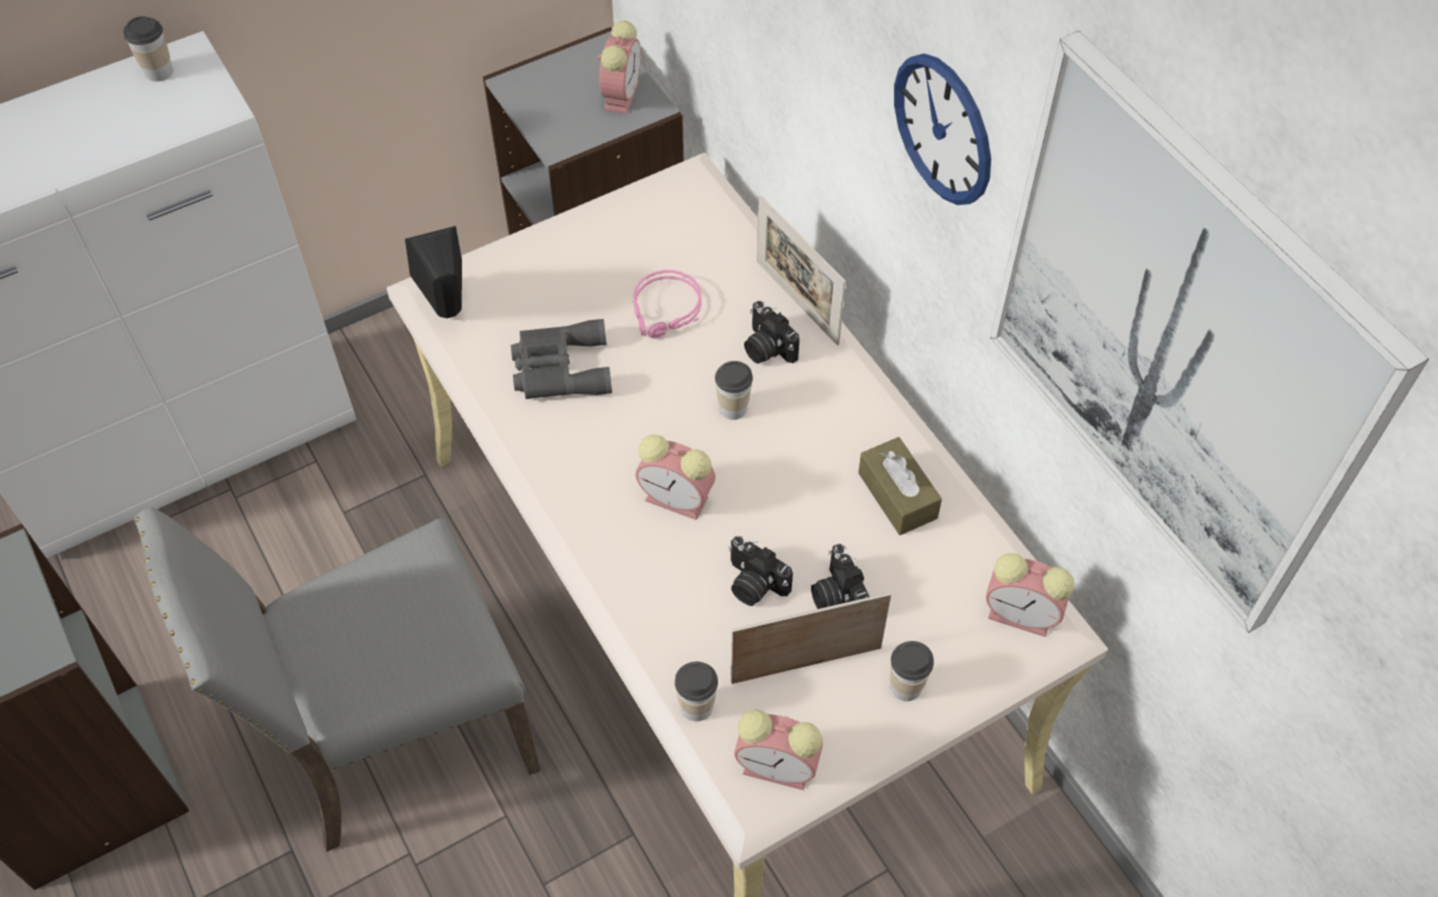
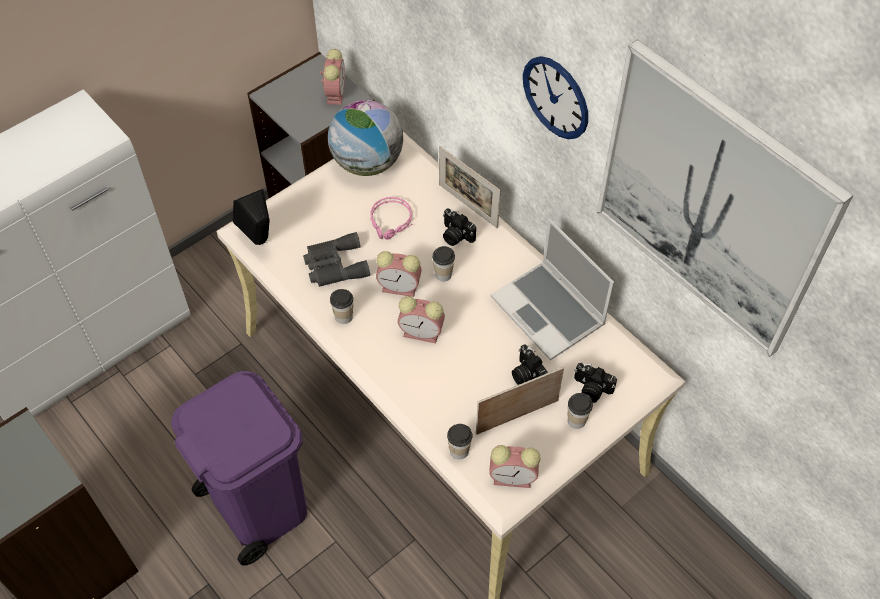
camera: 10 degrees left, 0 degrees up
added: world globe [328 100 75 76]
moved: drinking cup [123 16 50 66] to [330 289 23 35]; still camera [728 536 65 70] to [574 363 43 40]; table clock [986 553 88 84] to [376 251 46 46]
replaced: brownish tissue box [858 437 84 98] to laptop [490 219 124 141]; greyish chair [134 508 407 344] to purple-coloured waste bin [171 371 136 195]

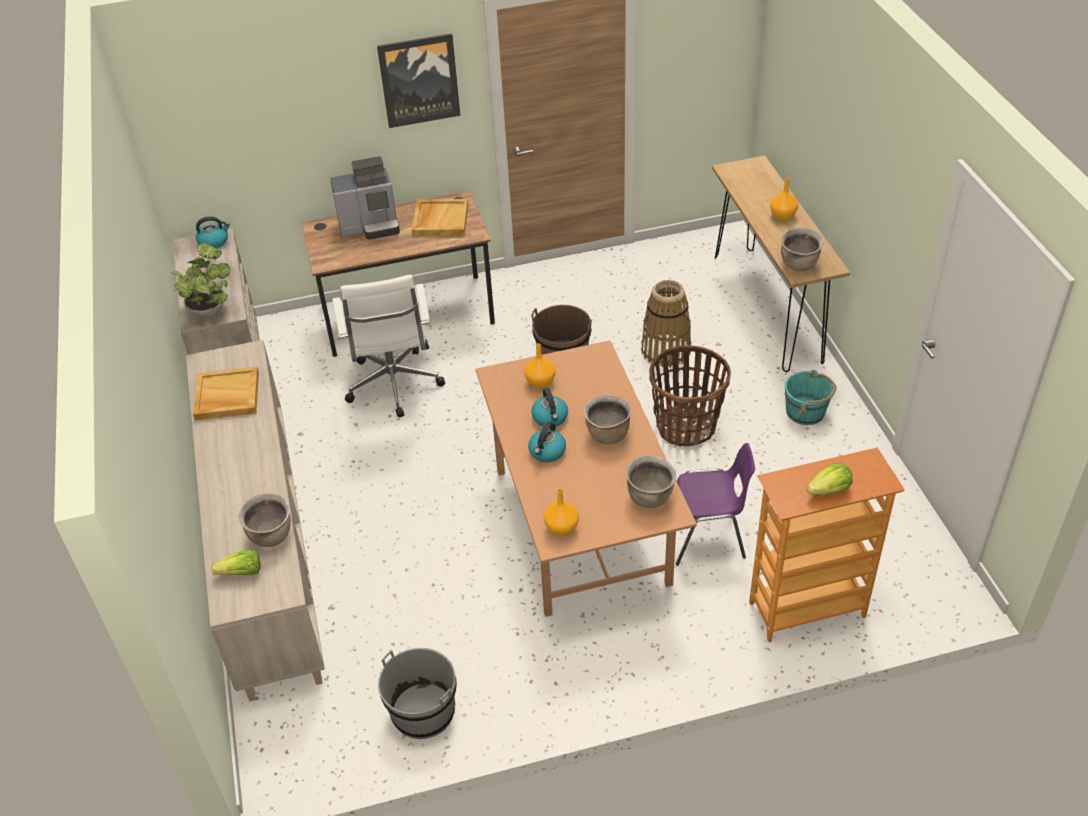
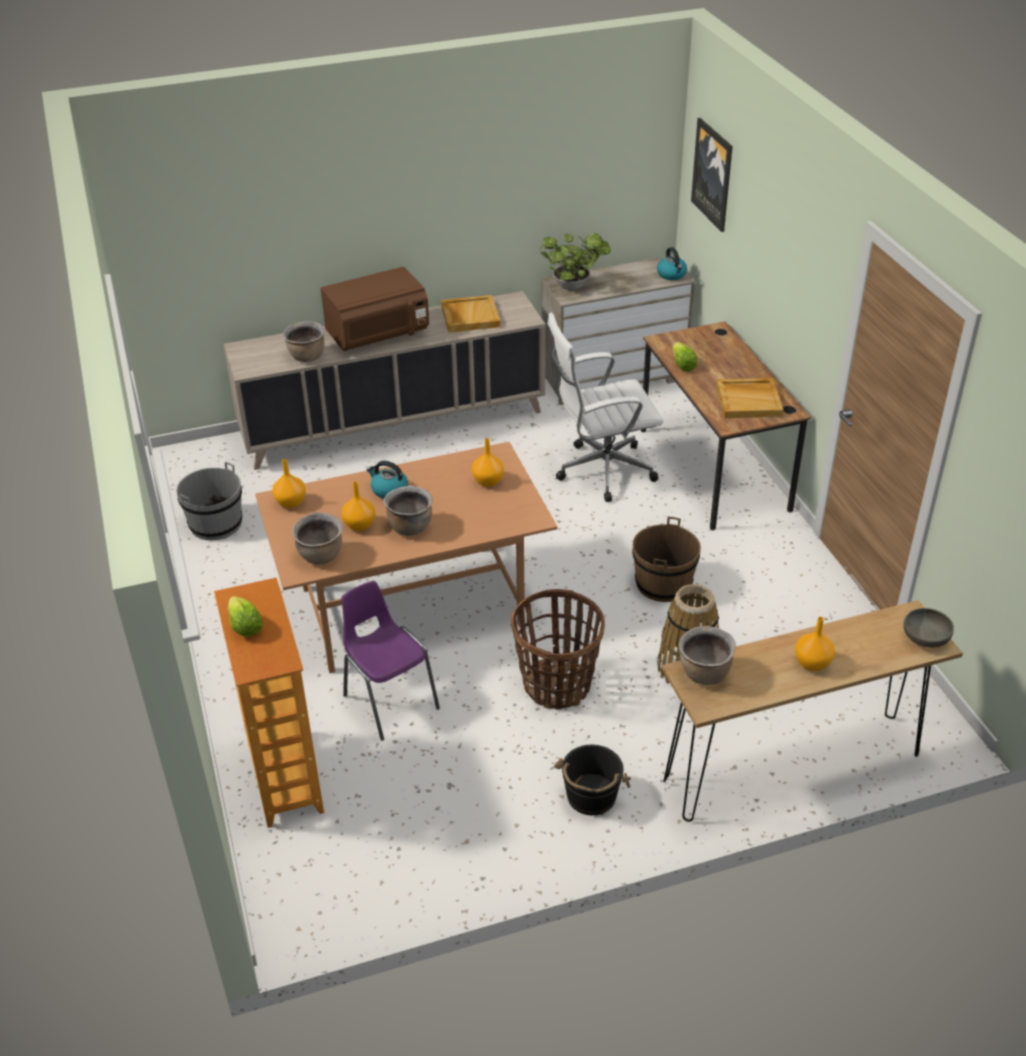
camera: 85 degrees right, 5 degrees down
removed: coffee machine [330 156 70 84]; tea kettle [531 388 37 40]
added: brownish microwave [321 267 108 84]; orange flower vase [342 481 34 50]; greyish deep dish [904 608 50 40]
moved: wall art [377 33 84 95] to [691 118 42 114]; lettuce head [211 549 49 27] to [673 342 24 29]
recoloured: blue-green bucket [785 370 52 55] to black bucket [554 745 77 70]
turned: purple-coloured chair [675 443 80 123] = [341 581 99 160] 150 degrees clockwise

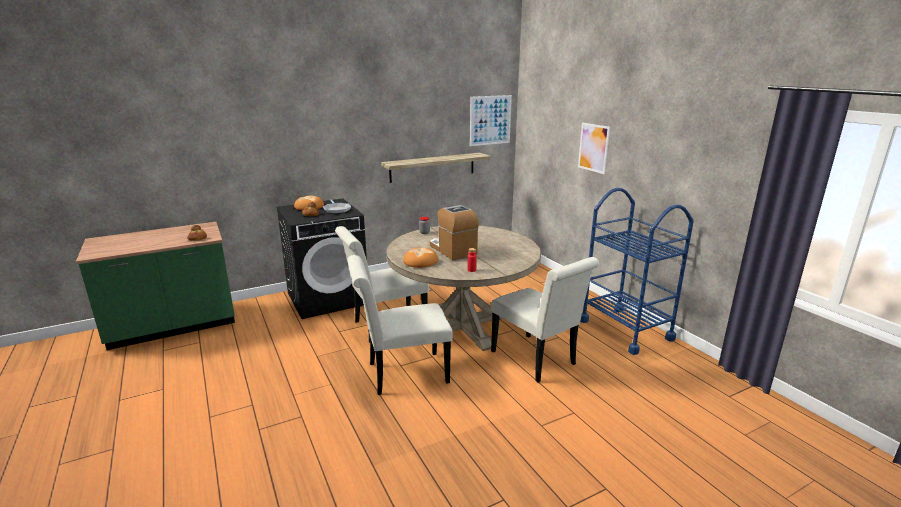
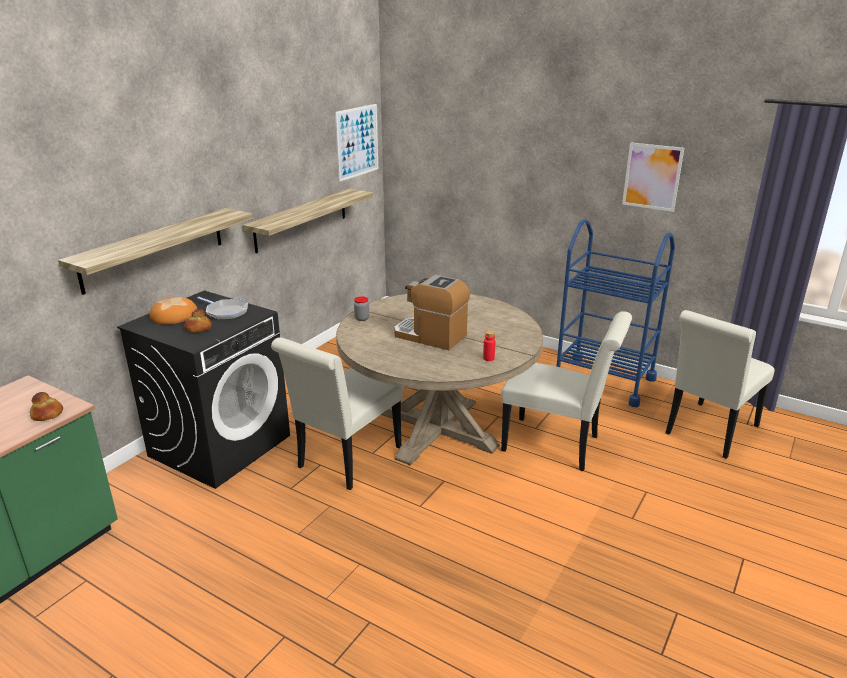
camera: 30 degrees left, 5 degrees up
removed: baked bread [403 248 35 20]
added: shelf [58 208 195 87]
moved: wall art [578 123 32 51] to [622 142 62 70]; white chair [347 255 106 140] to [665 310 110 149]

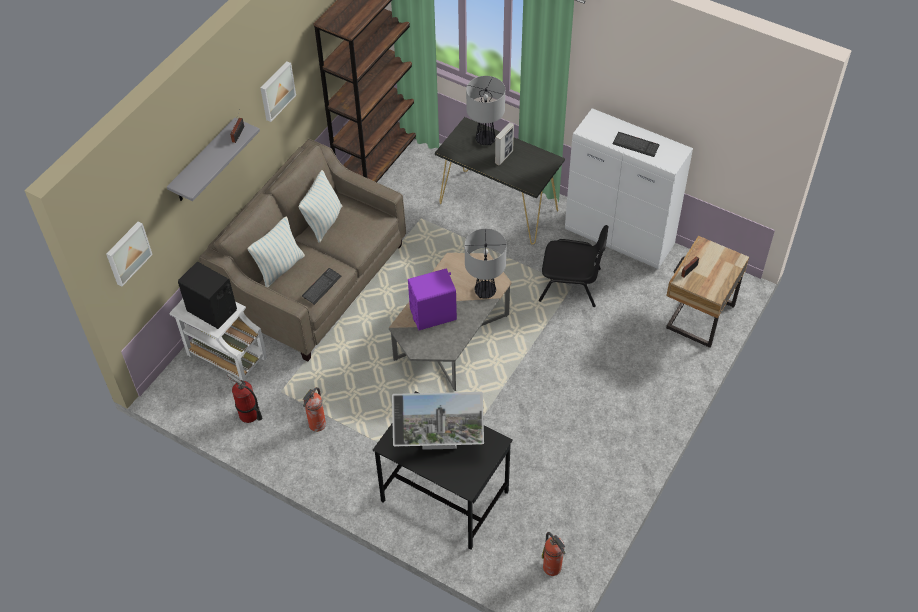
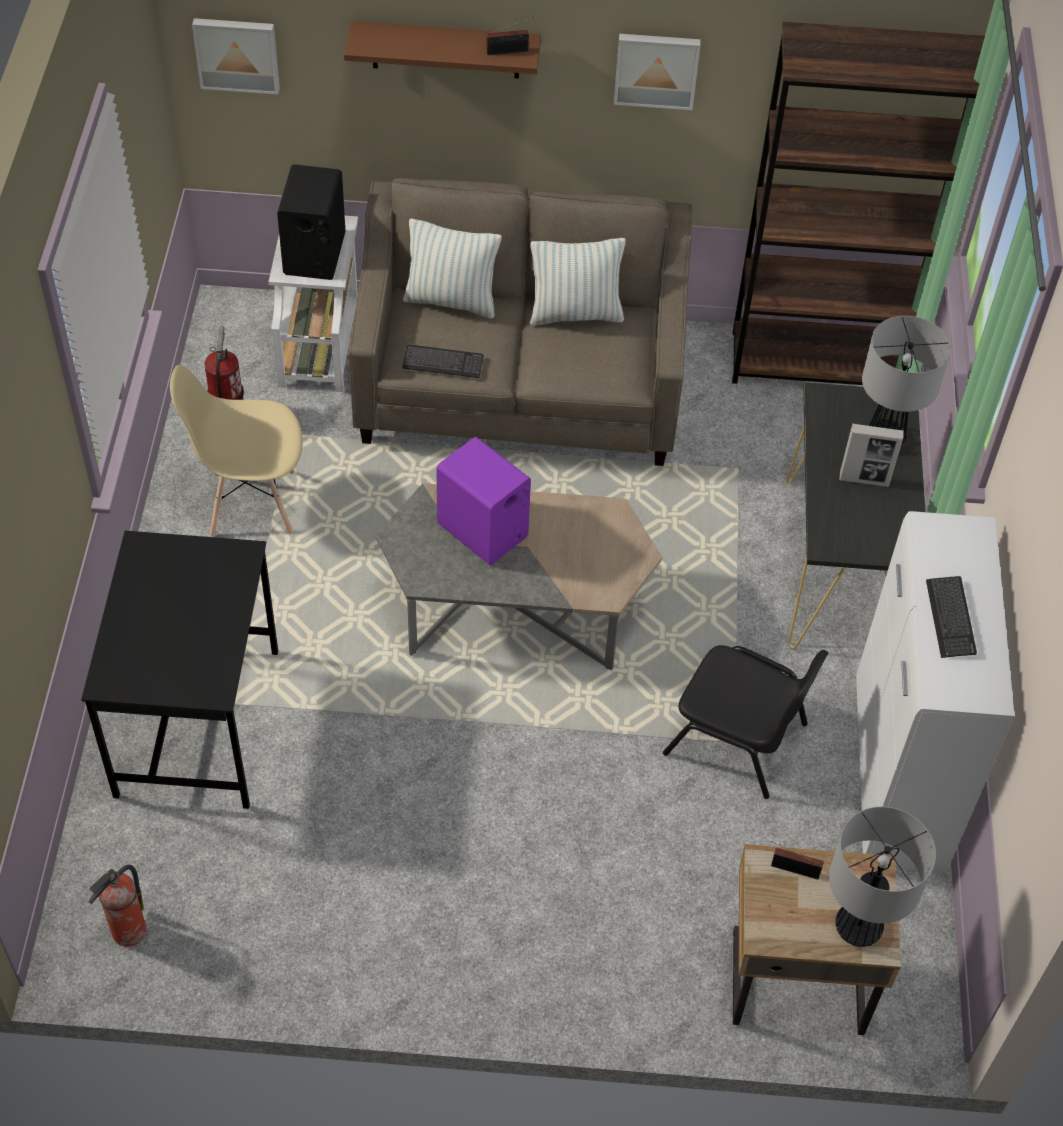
camera: 60 degrees right, 0 degrees up
removed: computer display [392 392 92 58]
moved: tabletop lamp [465 228 42 71] to [829 806 107 141]
replaced: fire extinguisher [303 387 23 45] to beige-coloured chair [170 365 133 172]
recoloured: greyish shelf [167 118 93 83] to brownish shelf [344 21 197 58]
turned: black chair [539 225 69 82] = [663 645 165 154] 45 degrees counterclockwise

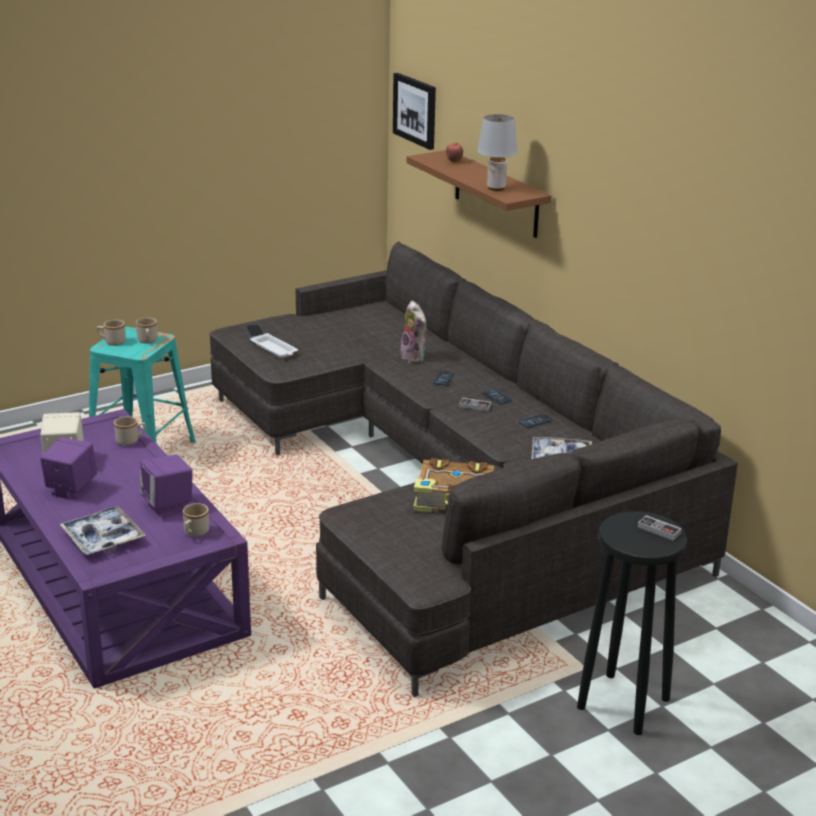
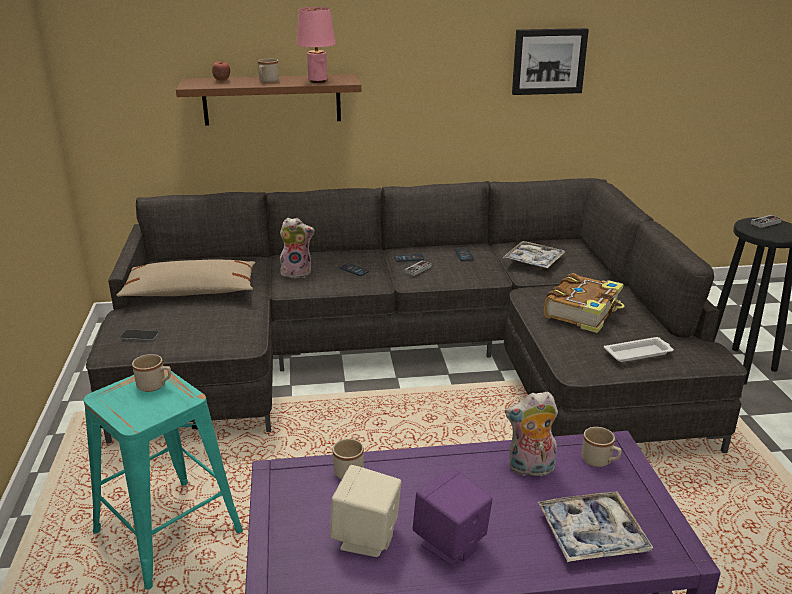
camera: 65 degrees left, 0 degrees up
added: beige-coloured throw pillow [117 259 138 38]
moved: wall art [393 73 43 77] to [512 28 77 67]; beige-coloured mug [97 320 29 26] to [258 59 21 24]; white serving tray [250 333 48 25] to [604 337 70 25]
replaced: purple-coloured speaker [140 455 53 62] to cuddly toy [505 392 53 84]
recoloured: greyish tabletop lamp [477 114 40 77] to pink-coloured tabletop lamp [296 7 40 76]

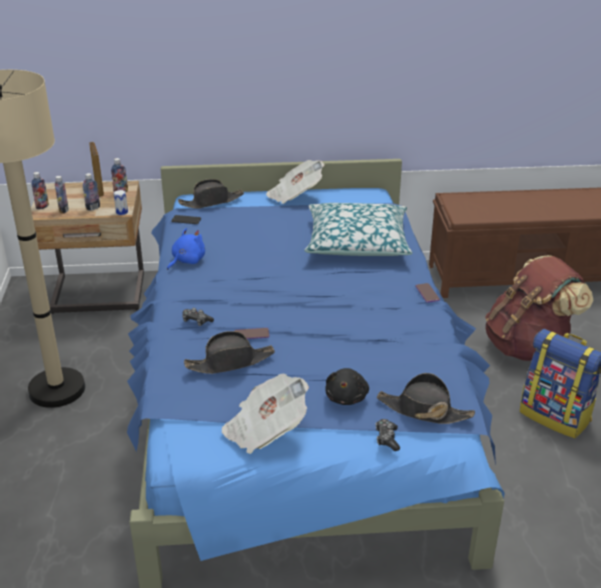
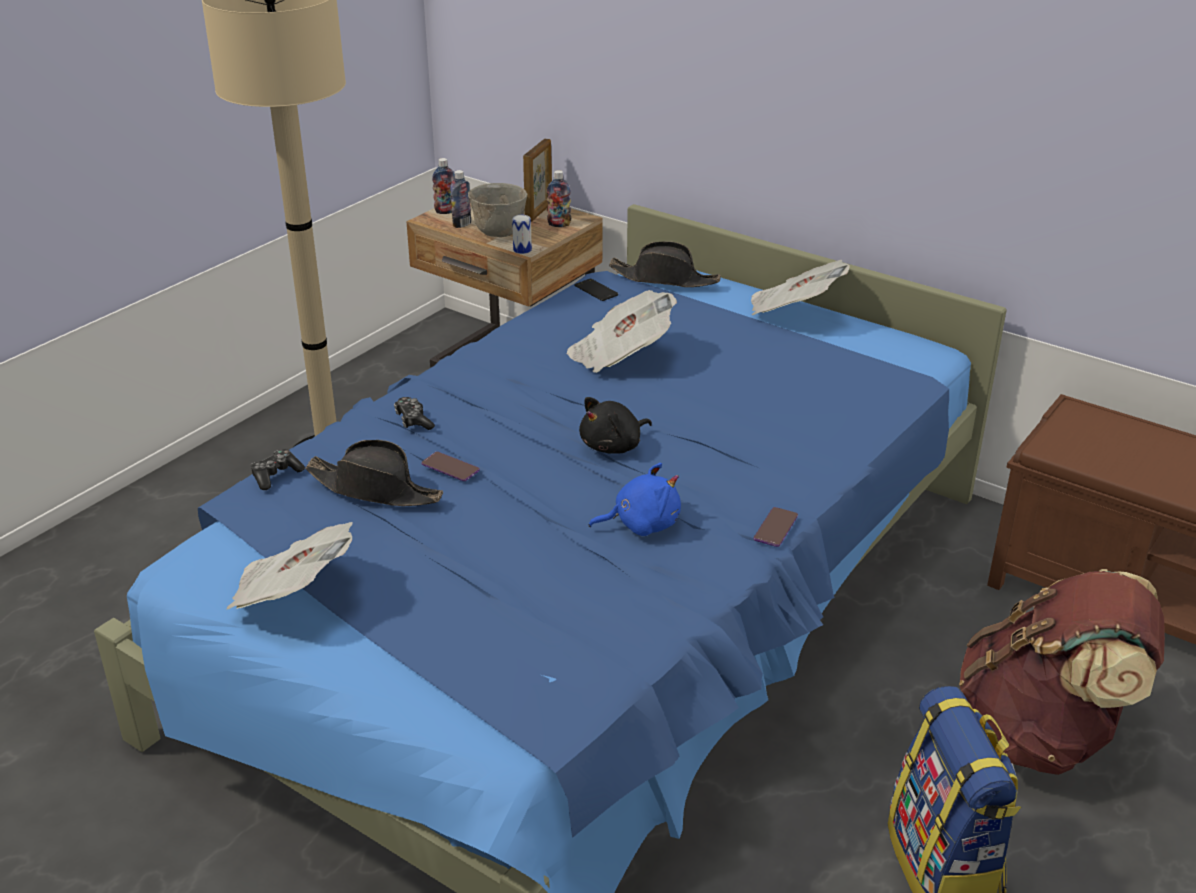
camera: 40 degrees right, 0 degrees up
removed: throw pillow [304 203 109 53]; black wearable hat [377 373 98 51]
added: newspaper [567 290 110 83]
moved: blue cuddly toy [167 228 38 42] to [589 463 92 73]; black cuddly toy [325 368 44 37] to [579 397 73 57]; joypad [376 419 24 32] to [250 449 55 41]
replaced: drink bottle [83 173 17 38] to greyish deep dish [468 183 59 54]

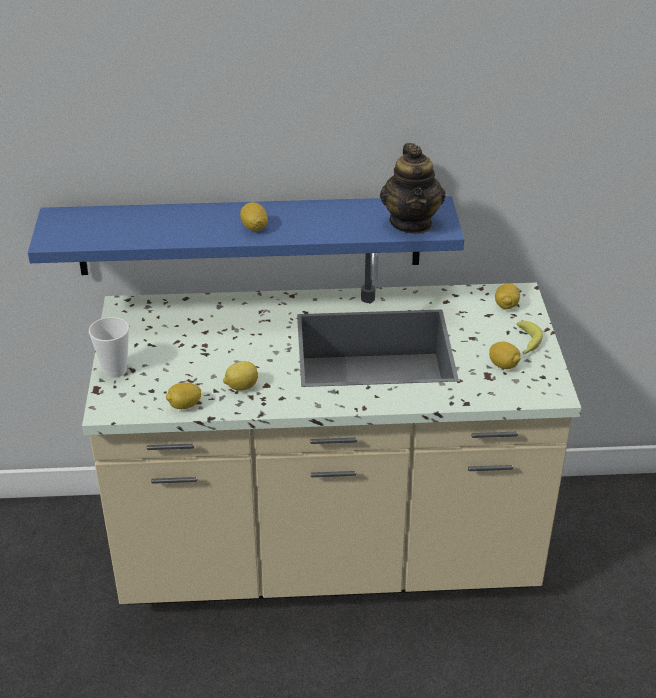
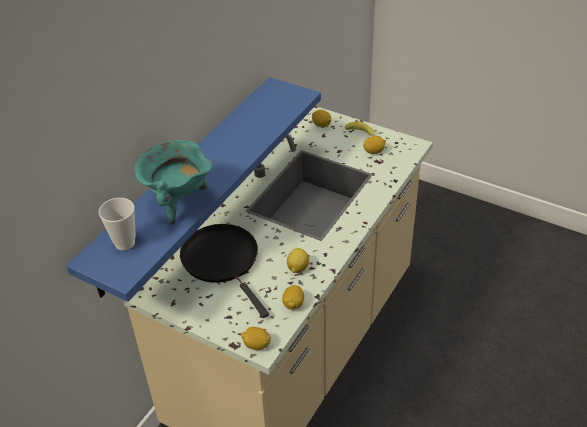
camera: 55 degrees left, 5 degrees up
removed: tea pot [380 143 66 91]
added: blue-green cooking pot [135 140 78 85]; black skillet [180 224 89 94]
moved: whole lemon [240 202 28 29] to [241 327 30 23]; drinking cup [89 317 40 61] to [99 198 37 53]

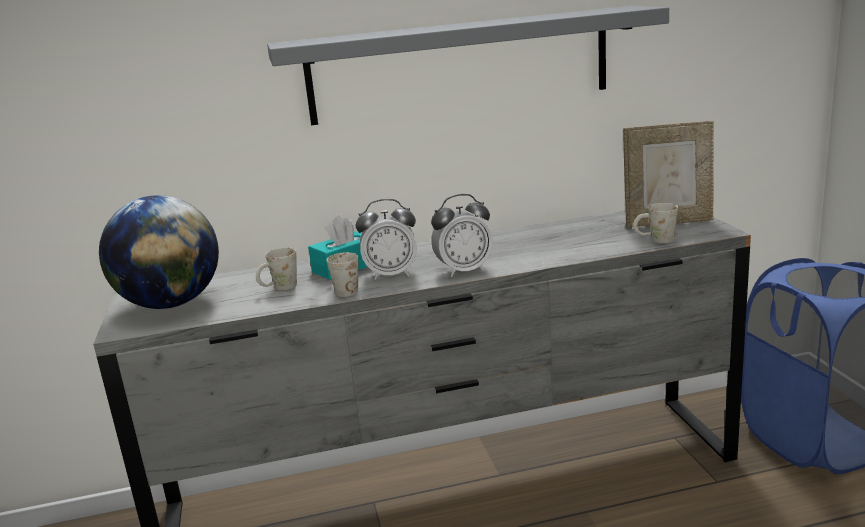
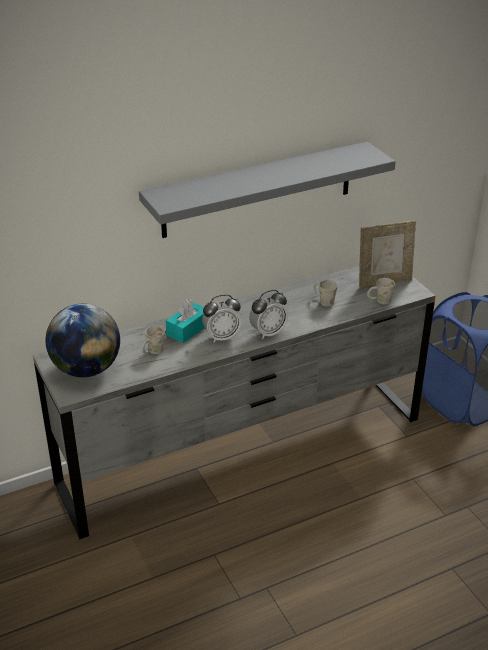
camera: 15 degrees left, 15 degrees up
moved: white mug [327 252 31 45] to [313 280 24 27]

